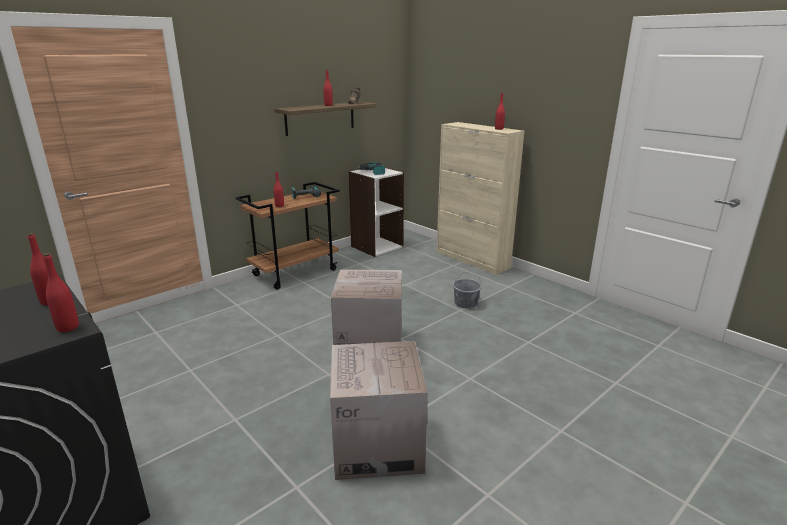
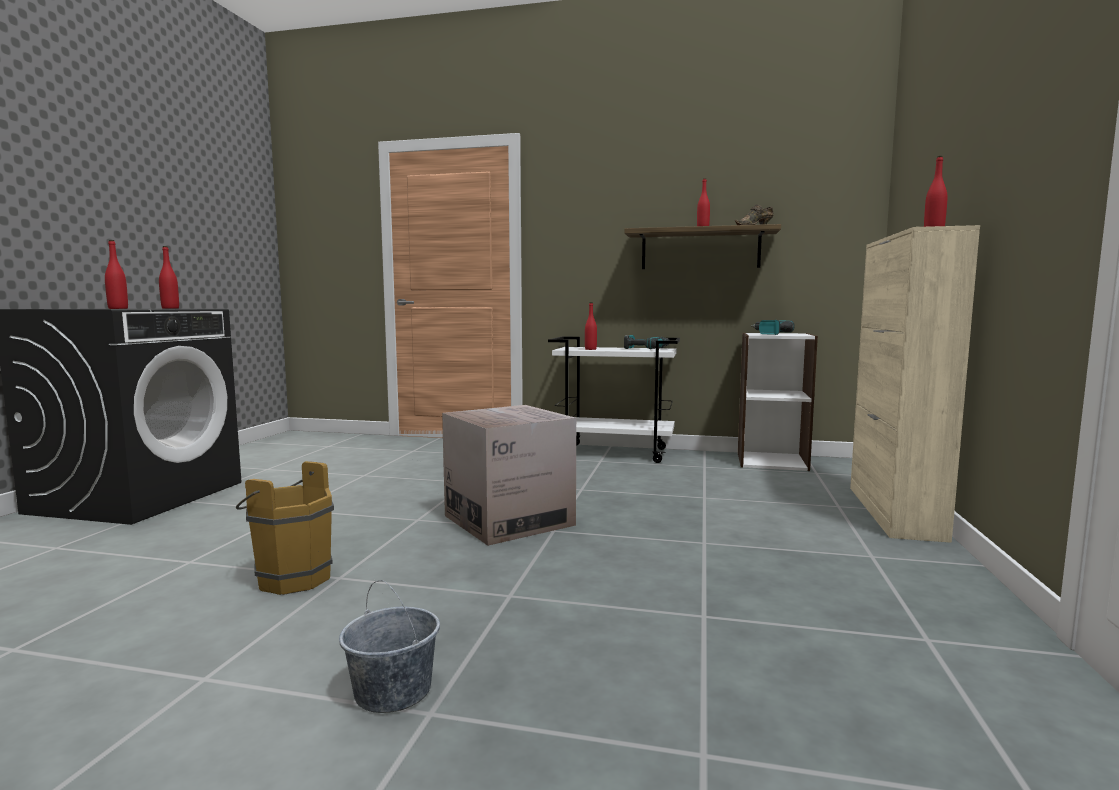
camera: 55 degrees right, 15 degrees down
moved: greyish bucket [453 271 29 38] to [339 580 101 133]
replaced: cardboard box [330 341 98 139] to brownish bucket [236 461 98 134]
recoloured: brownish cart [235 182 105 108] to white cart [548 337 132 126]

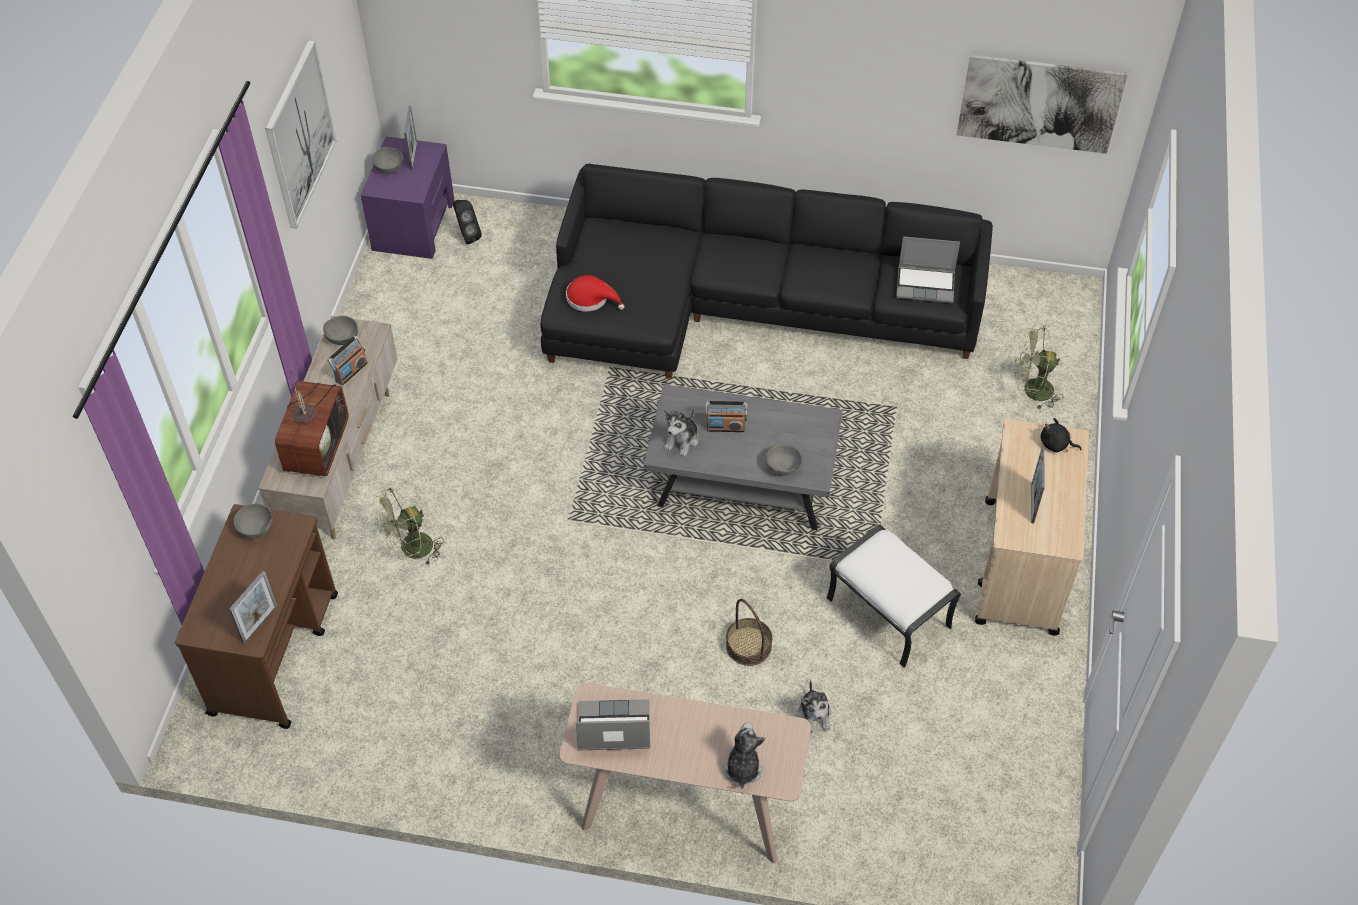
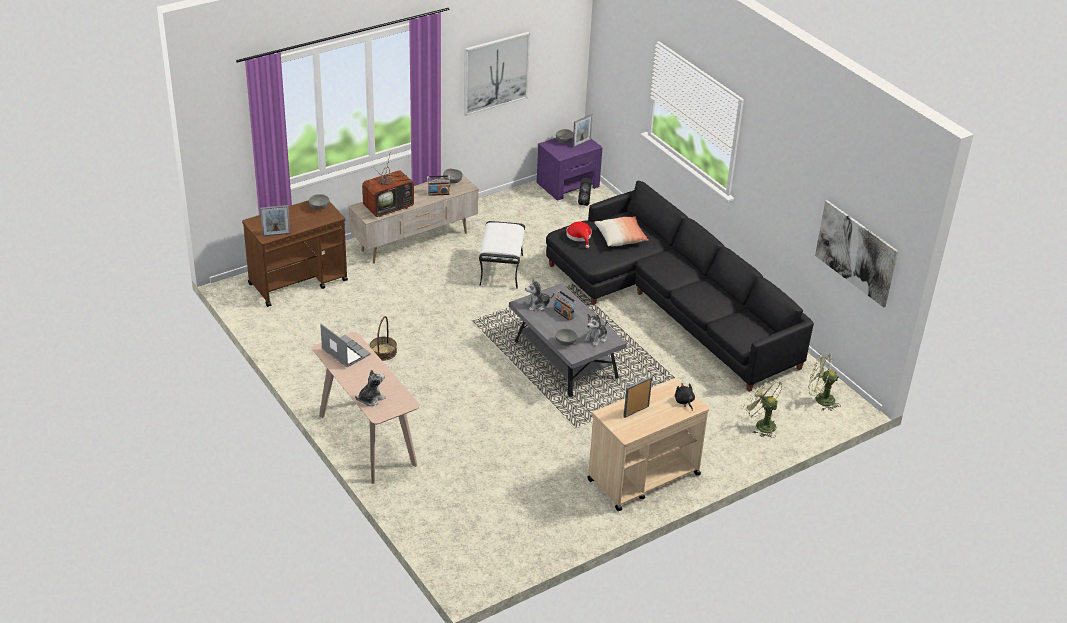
camera: 45 degrees right, 15 degrees down
removed: laptop [896 236 64 67]
added: throw pillow [594 217 55 30]
moved: greenish fan [373 488 71 77] to [809 352 32 59]; white ottoman [827 525 134 143] to [479 221 46 68]; storage basket [726 599 46 67] to [370 316 27 45]; cuddly toy [797 680 35 53] to [584 313 23 33]

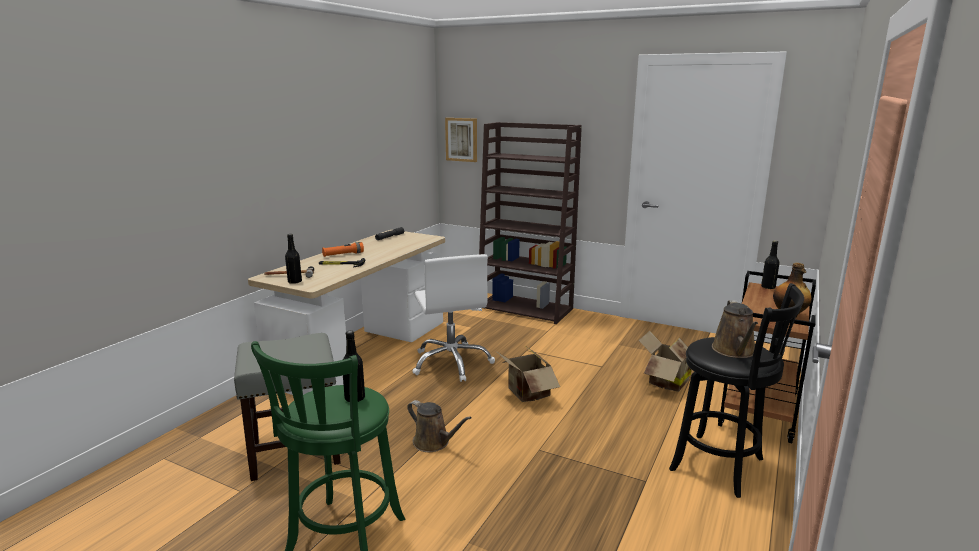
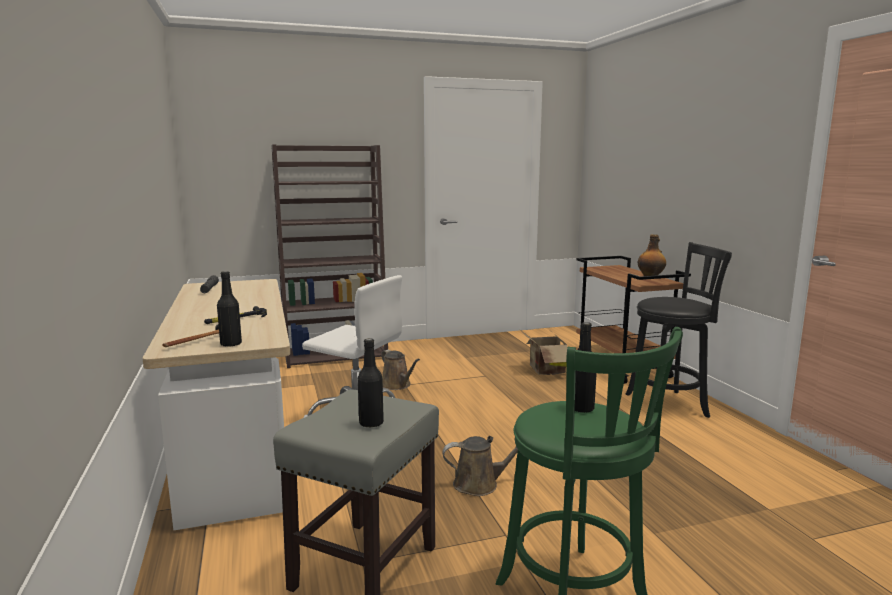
camera: 45 degrees left, 5 degrees down
removed: wall art [445 118 32 44]; orange torch [322 242 42 15]; cardboard box [496 345 64 57]
moved: black drink bottle [761 241 18 48] to [358 338 26 90]; brownish watering can [712 300 46 58] to [381 350 39 40]

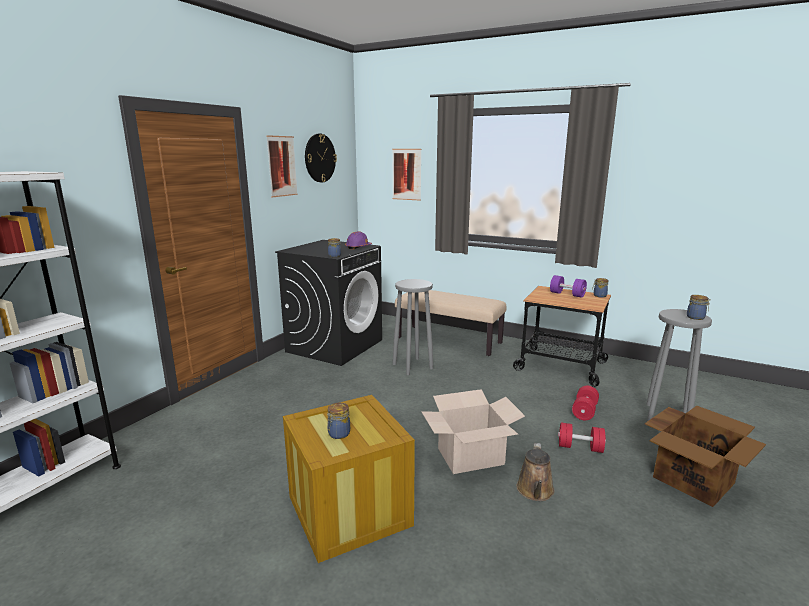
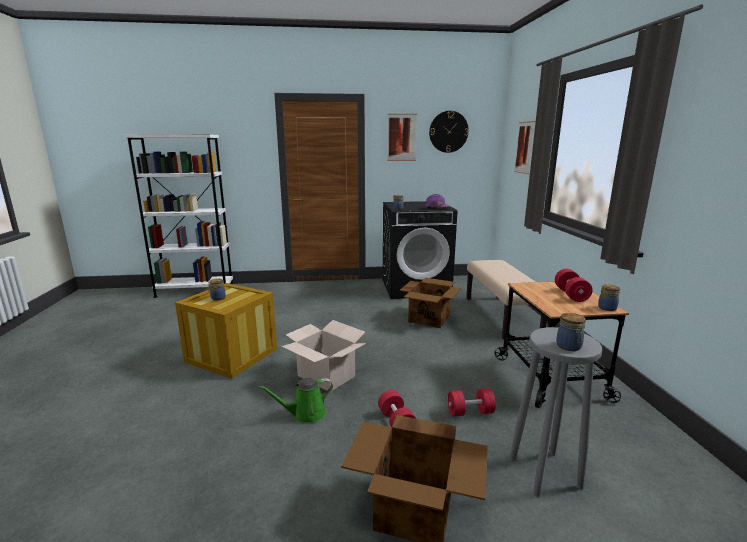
camera: 55 degrees right, 0 degrees up
replaced: greyish stool [393 279 40 96] to cardboard box [400 278 61 50]
recoloured: purple-coloured hand weight [550 275 37 23] to red hand weight [555 269 38 33]; brownish watering can [517 443 38 58] to greenish watering can [258 378 75 45]

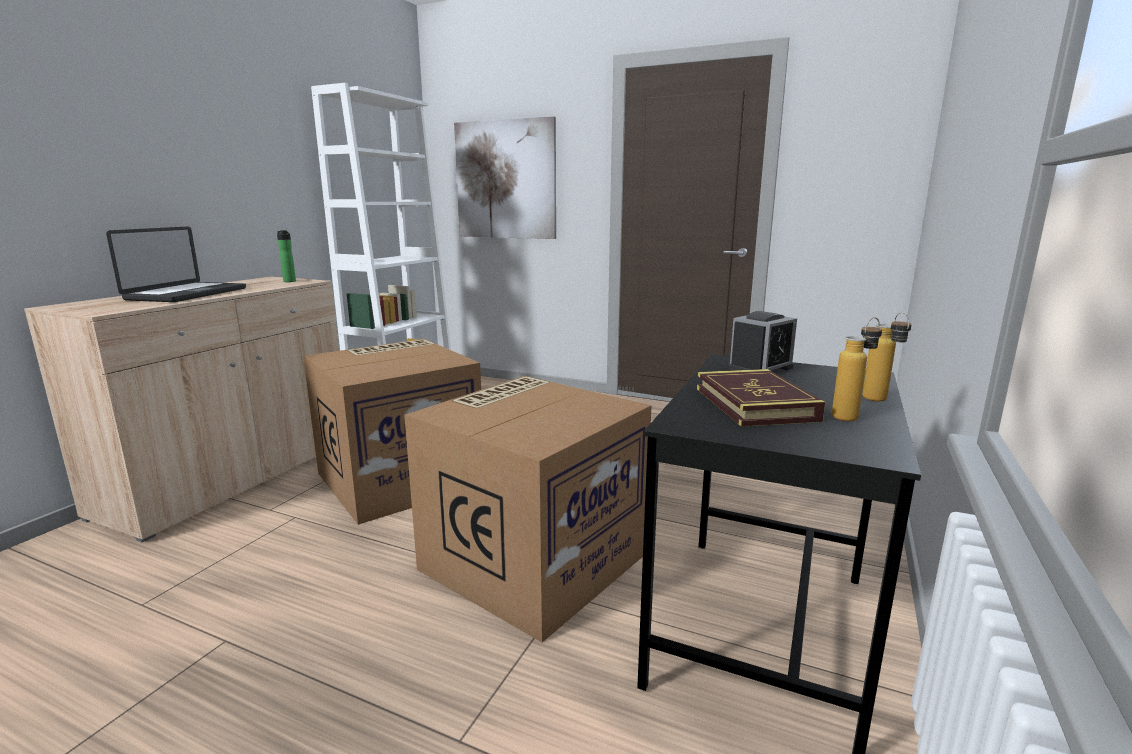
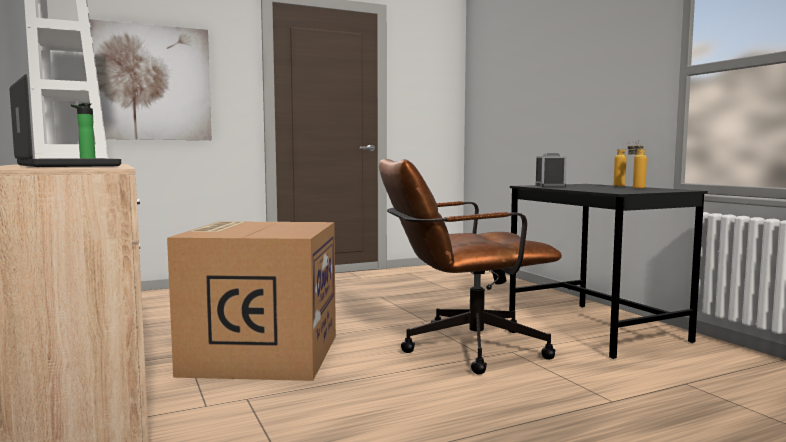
camera: 50 degrees left, 10 degrees down
removed: bound book [697 369 128 58]
replaced: cardboard box [404 376 248 266] to brownish office chair [379 159 183 216]

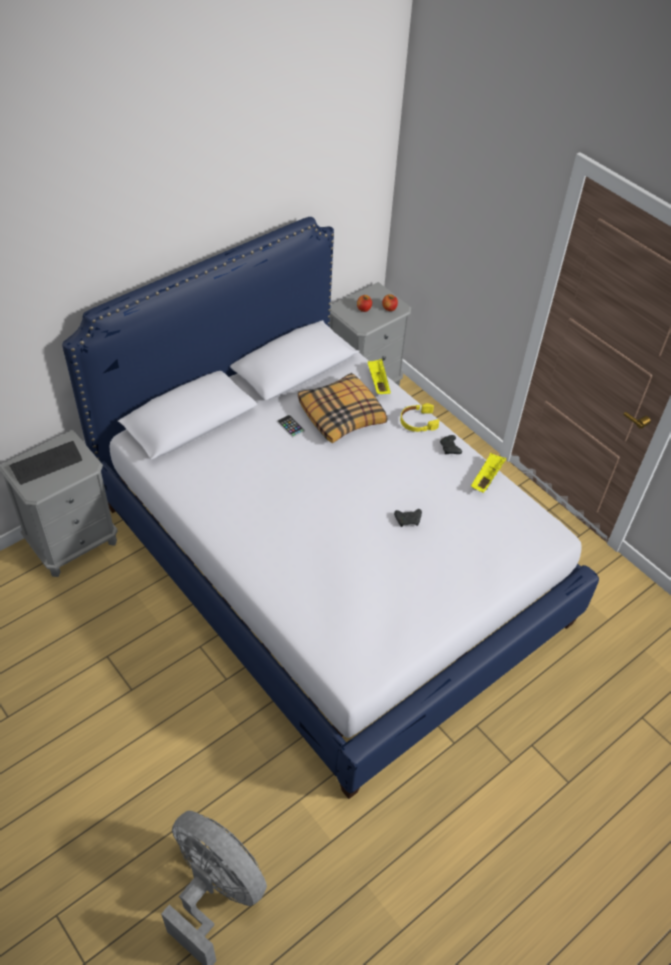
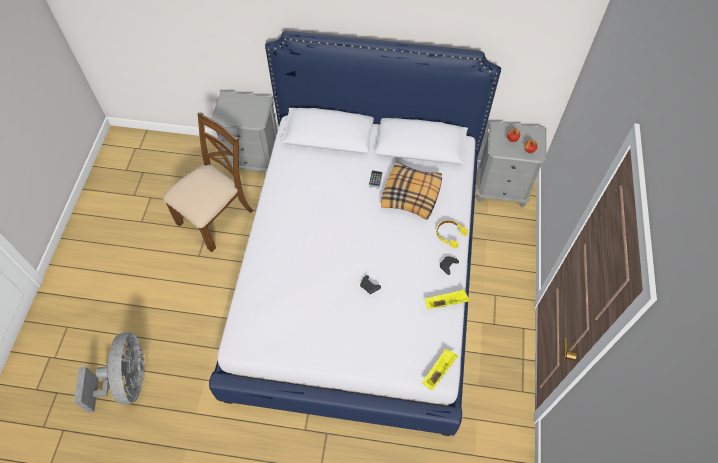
camera: 50 degrees right, 10 degrees up
removed: keyboard [9 441 73 44]
added: brownish chair [163 112 90 140]
moved: yellow-coloured serving tray [368 359 23 35] to [423 349 35 41]

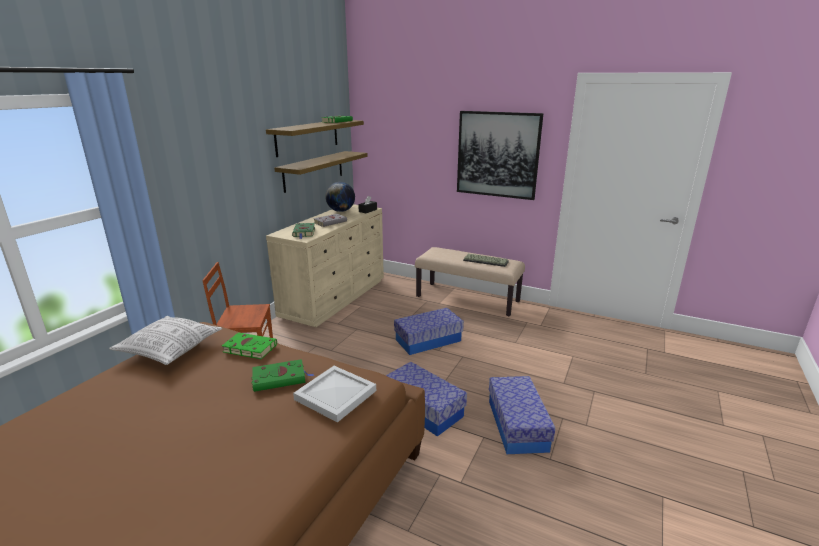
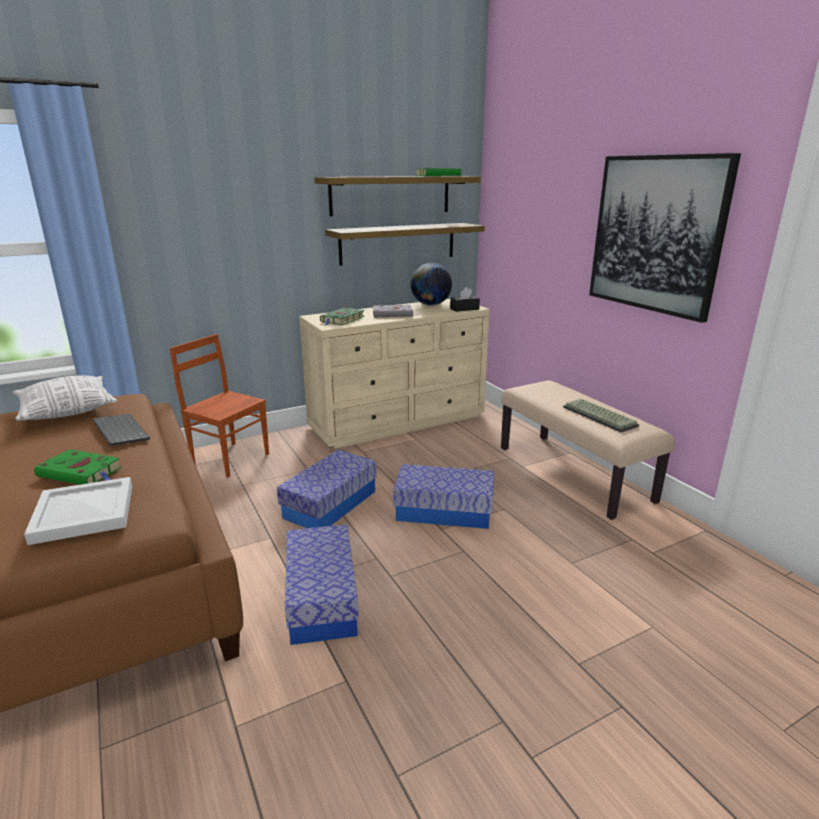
camera: 35 degrees right, 0 degrees up
moved: storage box [489 376 66 78] to [277 450 100 78]
replaced: greenish bound book [222 332 55 27] to keyboard [93 414 57 32]

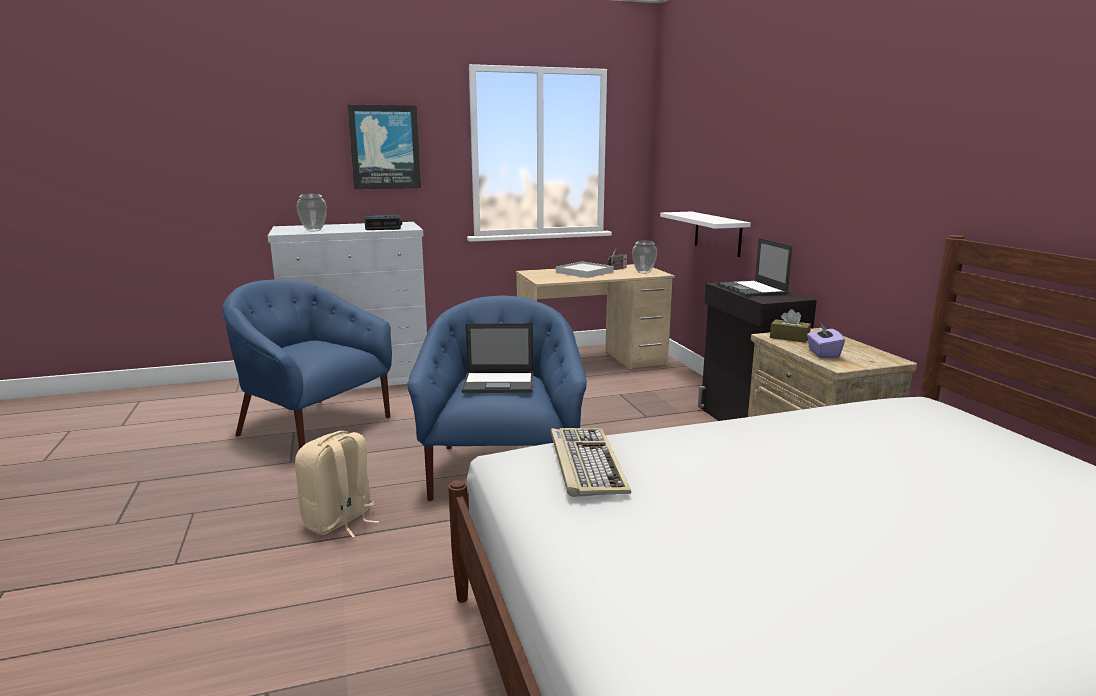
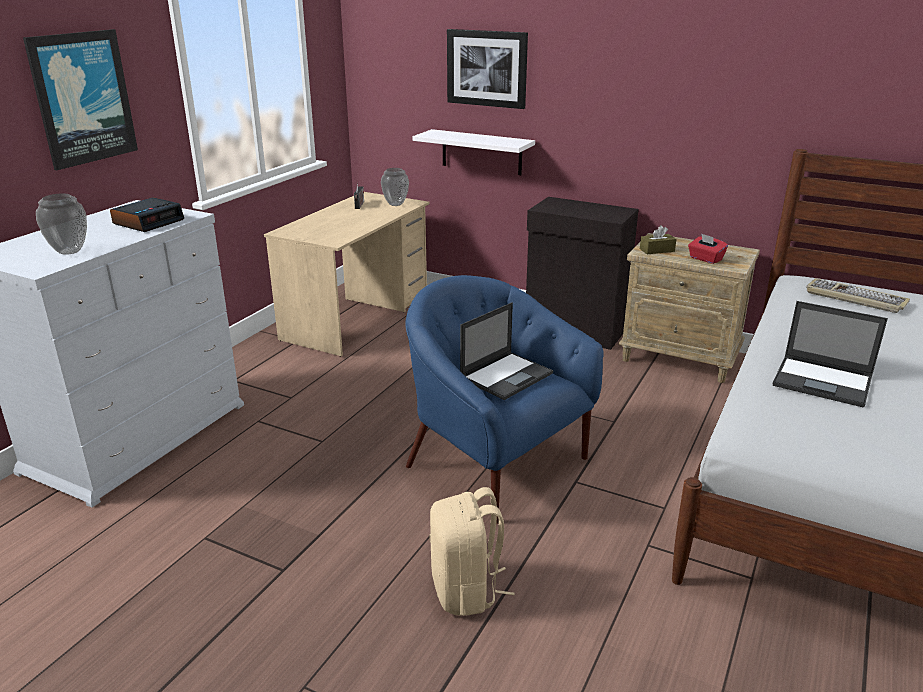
camera: 45 degrees left, 10 degrees up
removed: white serving tray [556 261 58 17]; blue easy chair [222 280 170 169]
added: wall art [447 29 81 80]
moved: laptop [717 238 76 59] to [773 301 115 107]; keyboard [551 428 80 69] to [806 278 104 35]
recoloured: purple-coloured tissue box [807 322 38 36] to red tissue box [688 233 40 31]

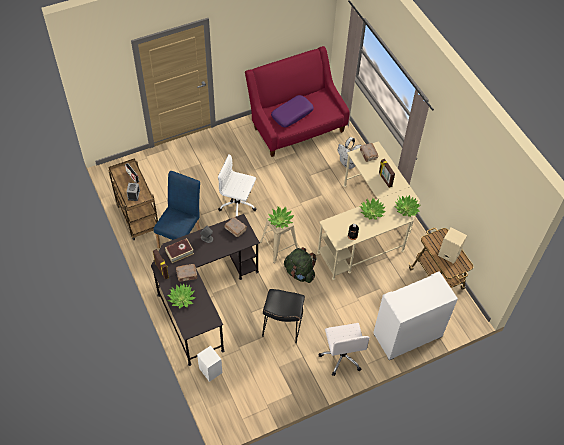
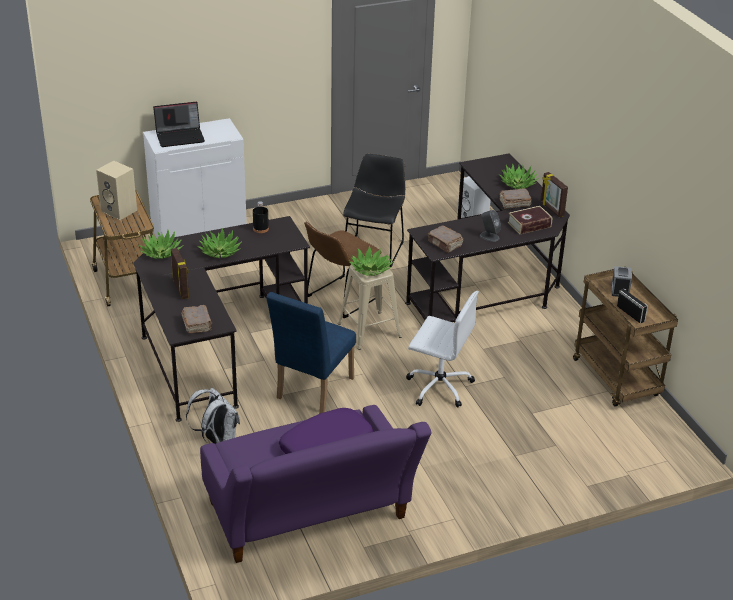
camera: 175 degrees left, 20 degrees down
removed: white office chair [319 323 51 53]
added: laptop [153 102 52 45]
moved: blue chair [153 171 48 77] to [266 292 90 121]
replaced: greenish backpack [284 247 33 36] to brownish chair [304 222 78 96]
recoloured: red settee [245 46 105 111] to purple-coloured settee [200 405 232 158]; beige-coloured desk unit [317 141 103 139] to black desk unit [133 216 177 206]

